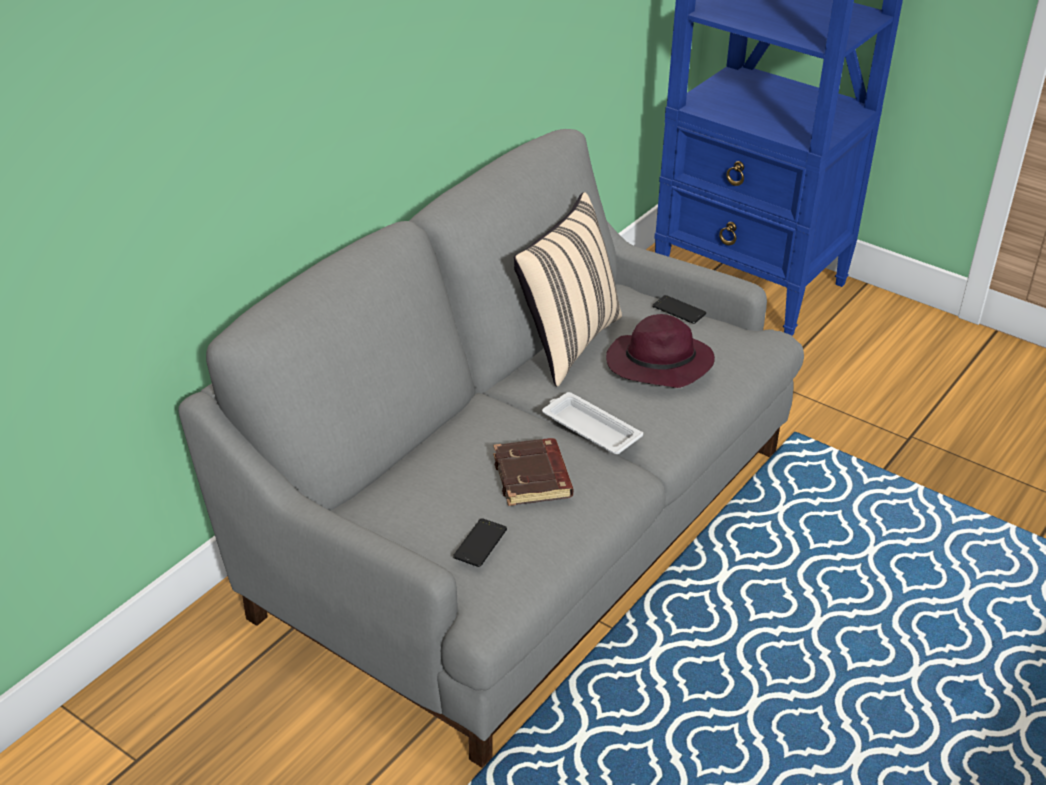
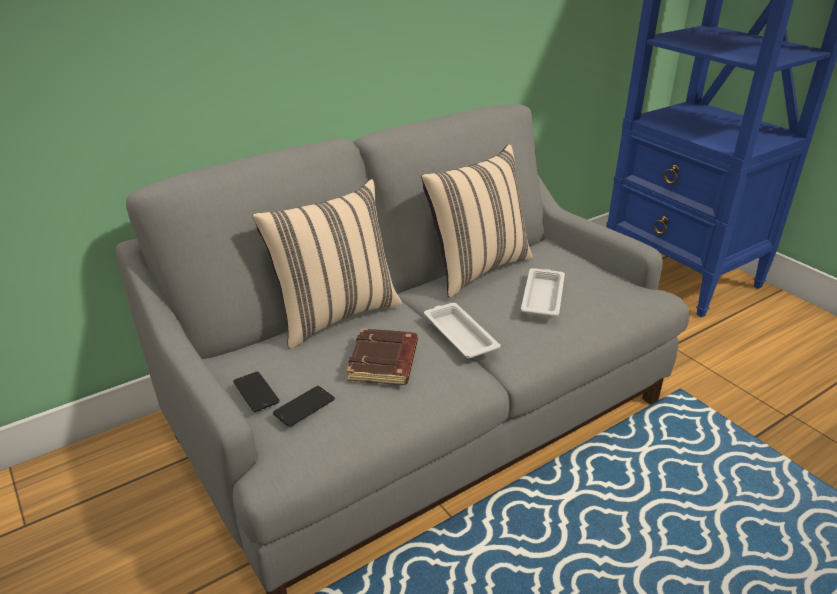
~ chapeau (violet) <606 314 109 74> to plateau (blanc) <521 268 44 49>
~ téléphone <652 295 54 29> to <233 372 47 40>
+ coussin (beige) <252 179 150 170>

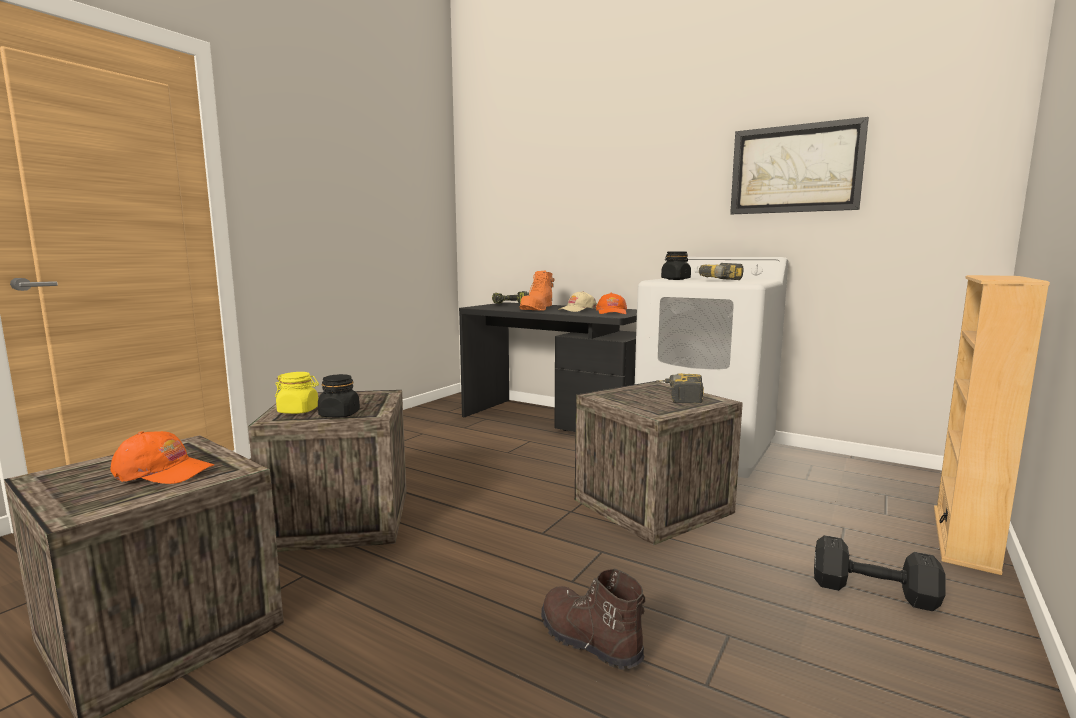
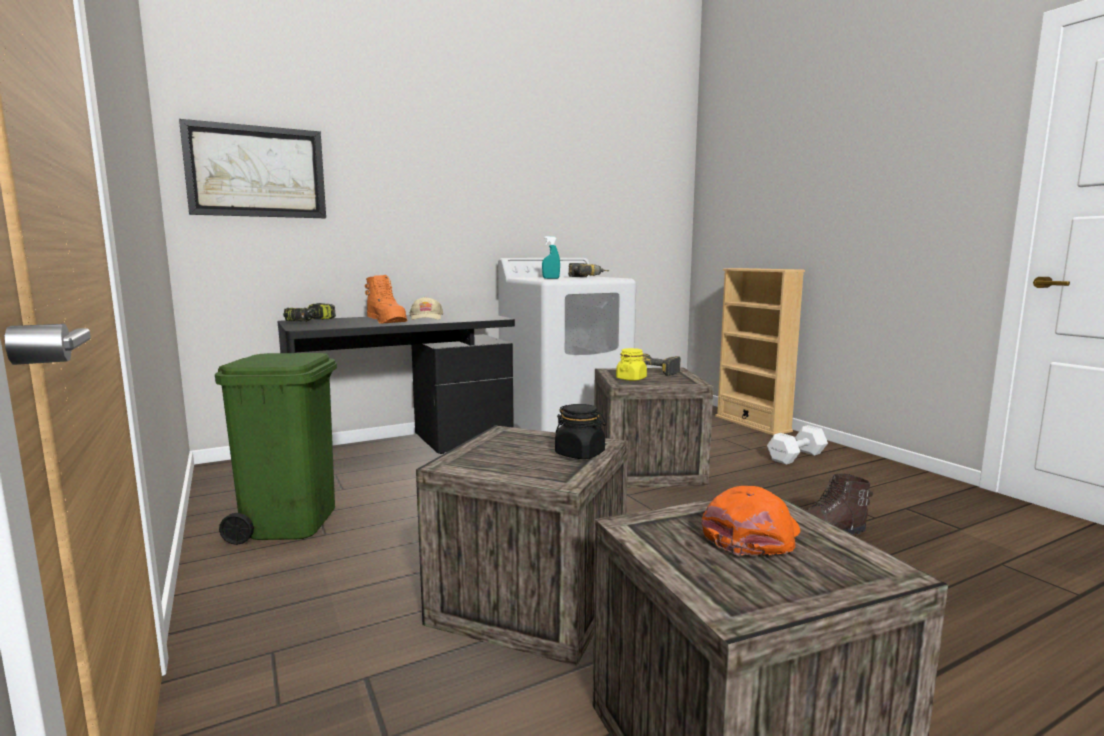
~ bocal (jaune) <275 372 44 42> to <616 348 31 33>
- casquette (orange) <596 293 31 21>
~ bocal (noir) <661 252 30 28> to vaporisateur (turquoise) <542 236 18 43>
~ tableau <730 117 139 97> to <179 119 147 99>
~ haltère (noir) <814 535 132 76> to haltère (blanc) <767 425 61 40>
+ poubelle (vert) <215 353 122 192>

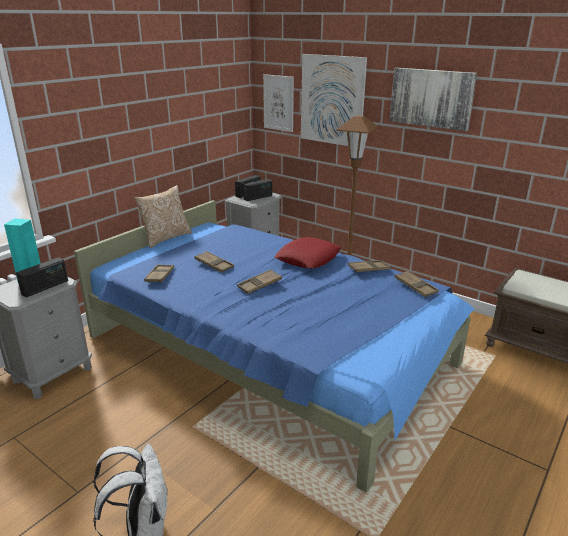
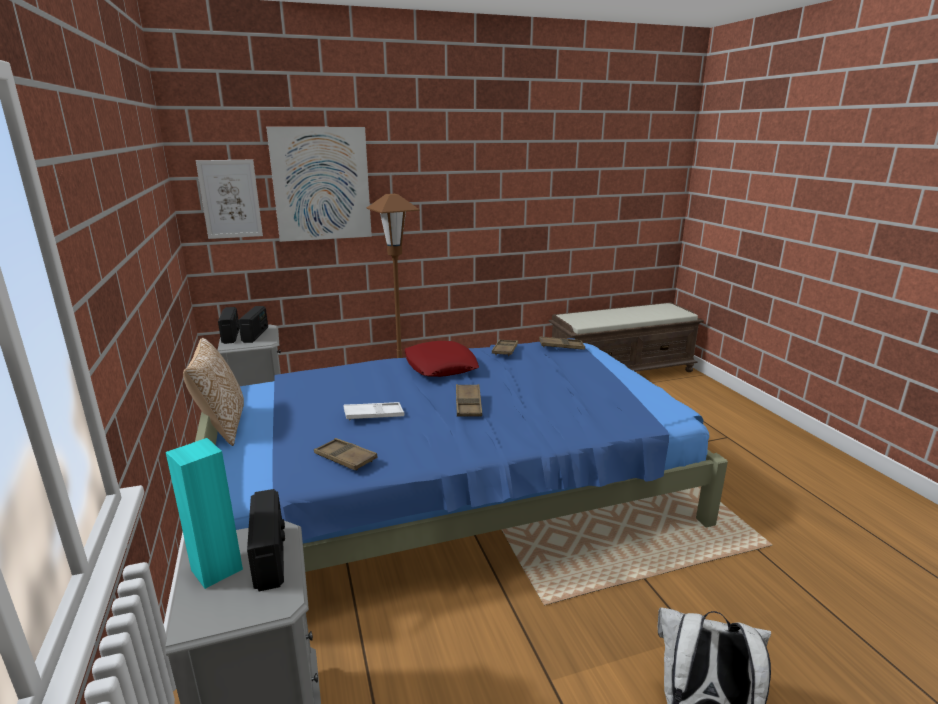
~ plateau (marron) <194 251 40 21> to plateau (blanc) <344 402 60 18>
- tableau <389 68 88 63>

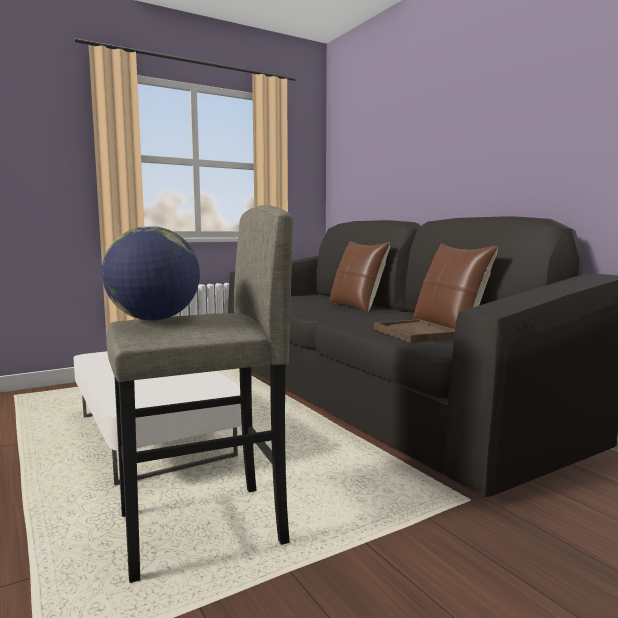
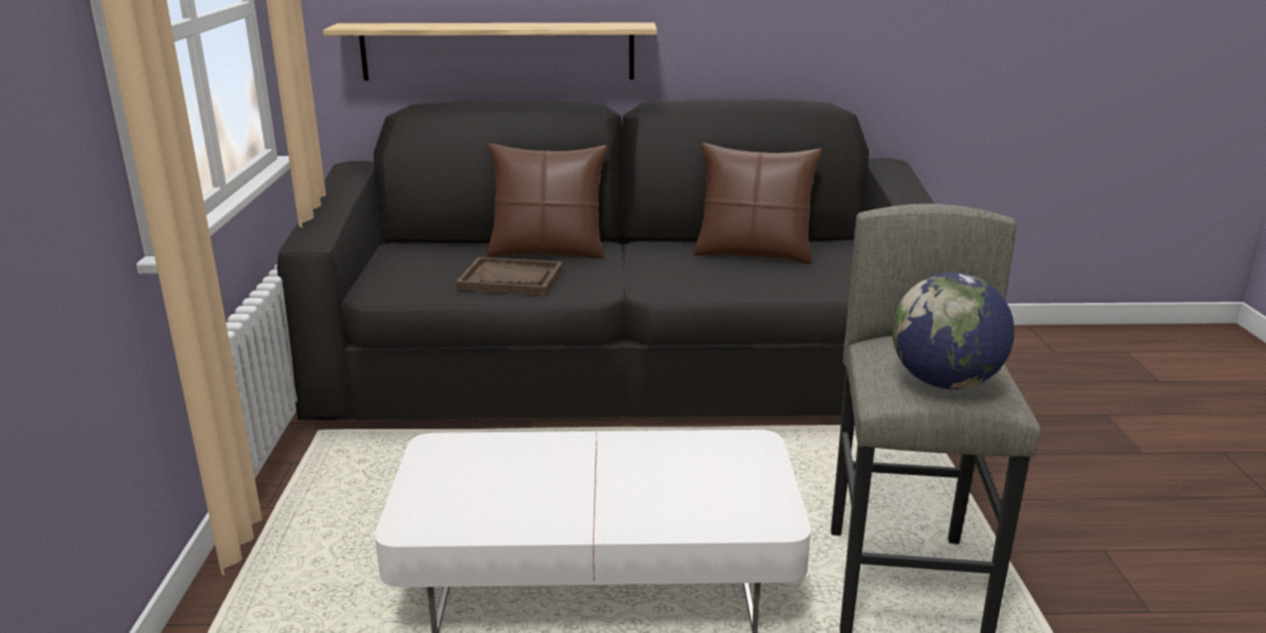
~ plateau (marron) <374 319 81 24> to <456 257 107 39>
+ étagère <323 22 334 59>

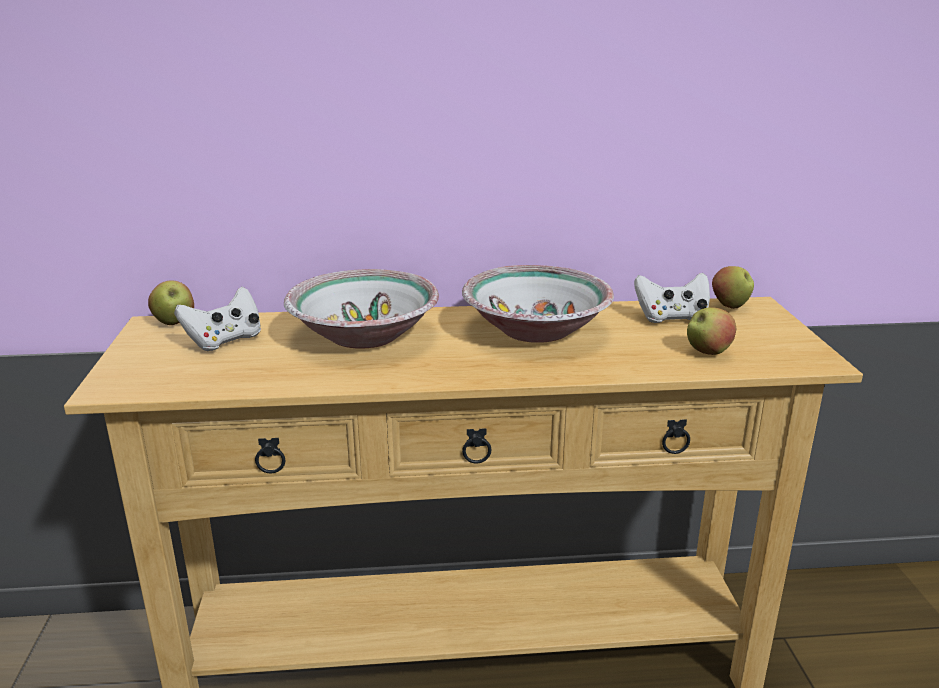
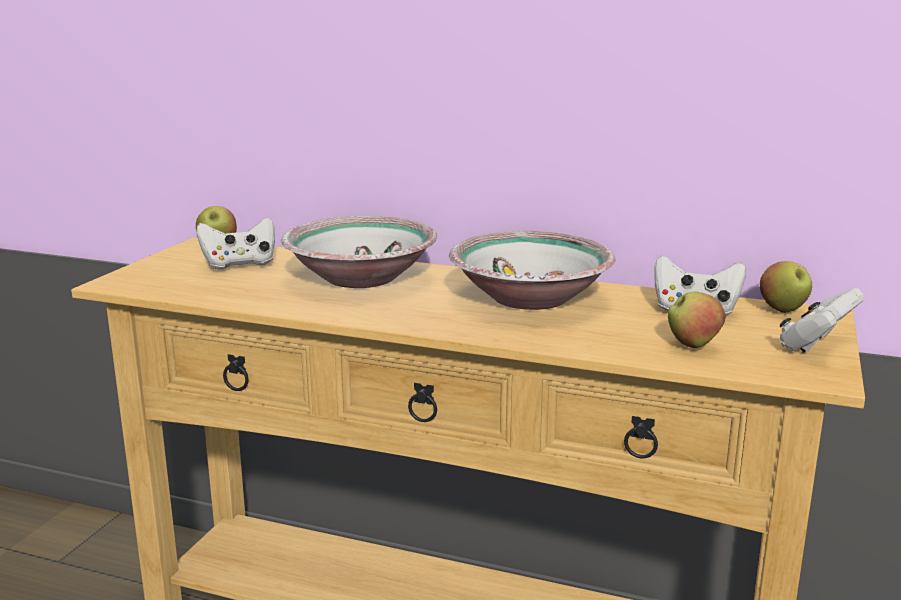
+ manette (blanc) <780 288 84 65>

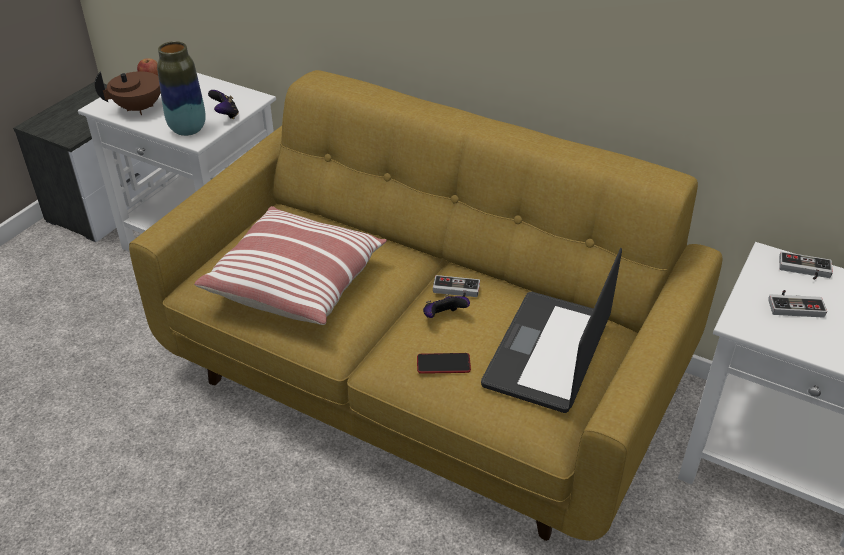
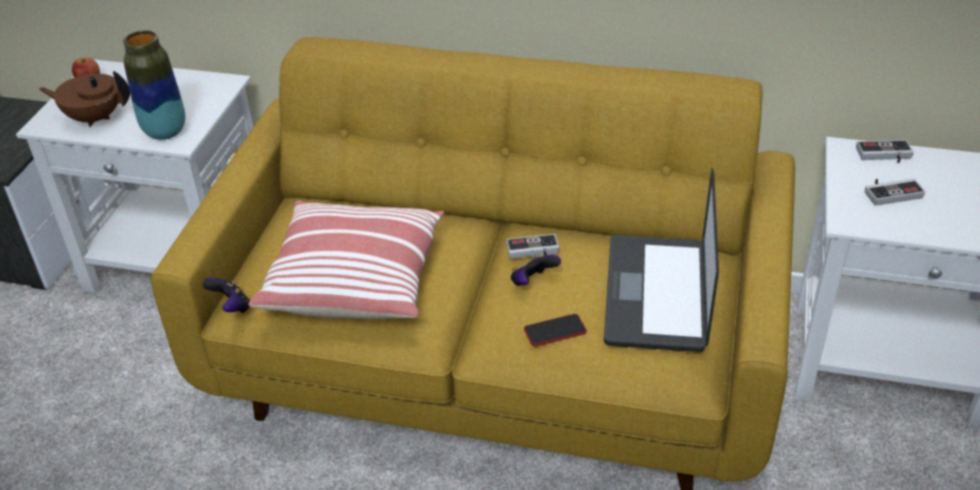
~ théière (marron) <95 71 66 44> = <39 71 91 56> 135 degrees counterclockwise
~ manette <208 90 31 29> to <203 278 47 35>

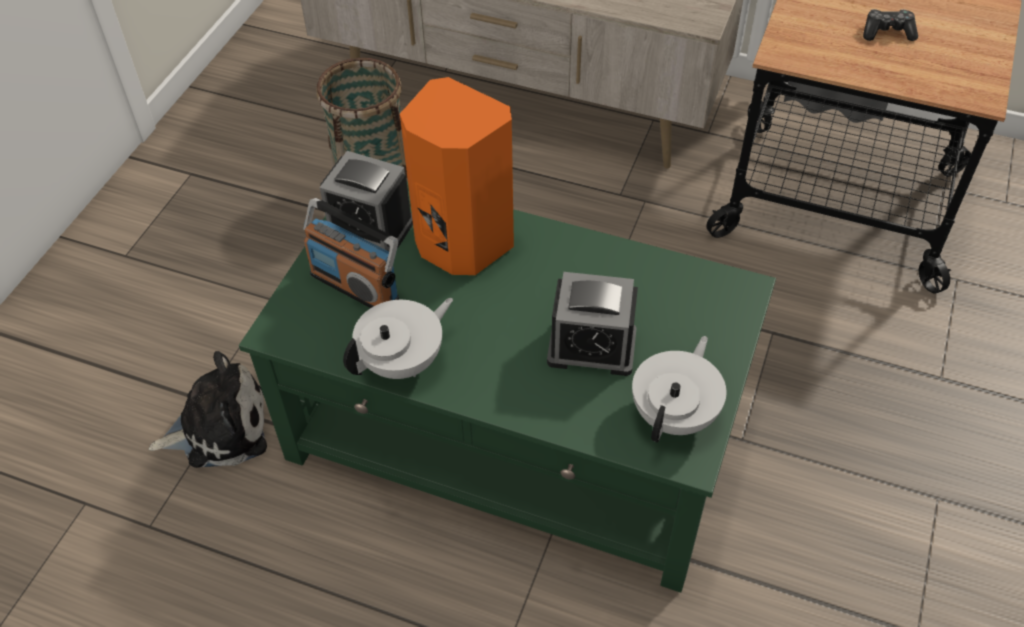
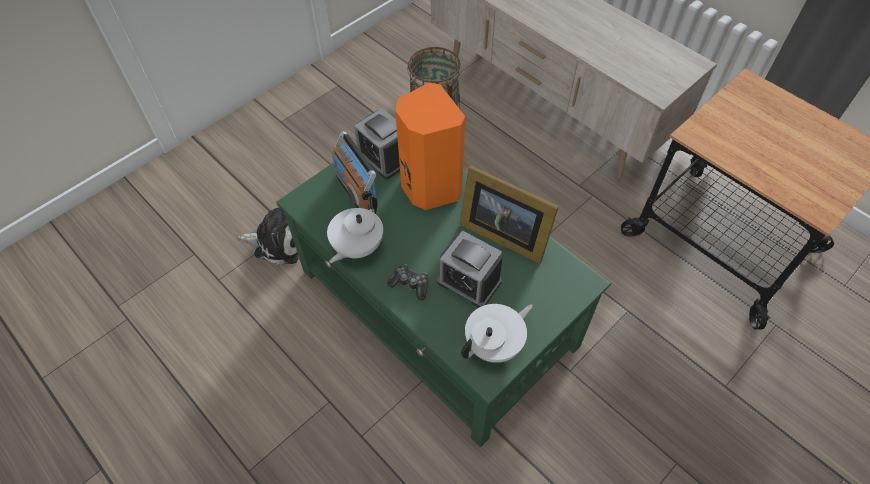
~ théière (blanc) <343 298 110 81> = <327 196 56 67> 135 degrees clockwise
~ manette <863 9 55 32> to <387 264 41 37>
+ cadre photo <460 165 99 99>

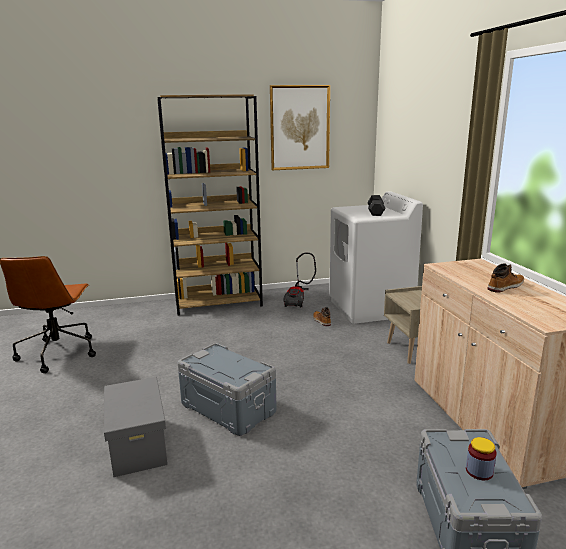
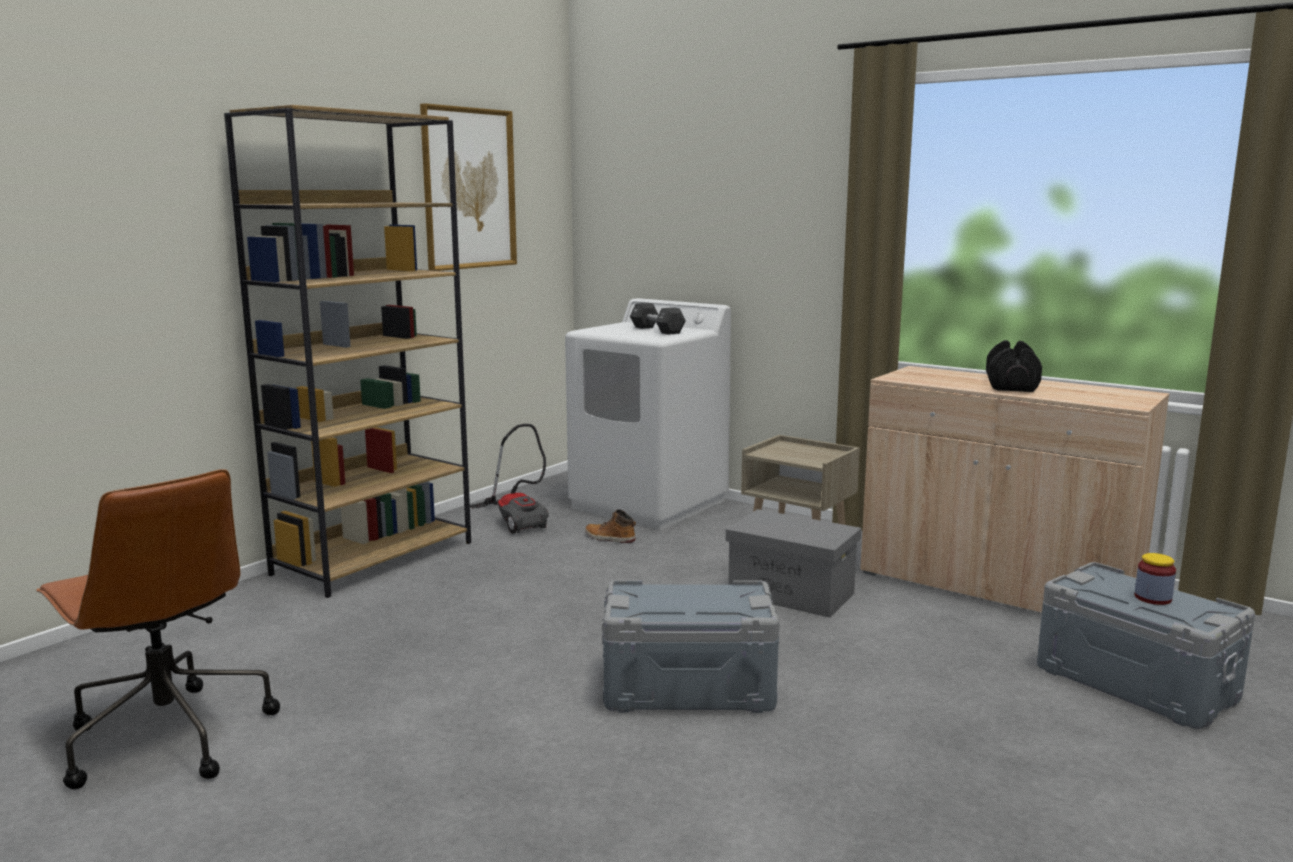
~ boîte de rangement (gris) <104 377 64 100> to <726 509 135 109>
~ botte <488 263 36 30> to haltère (noir) <986 340 56 52>

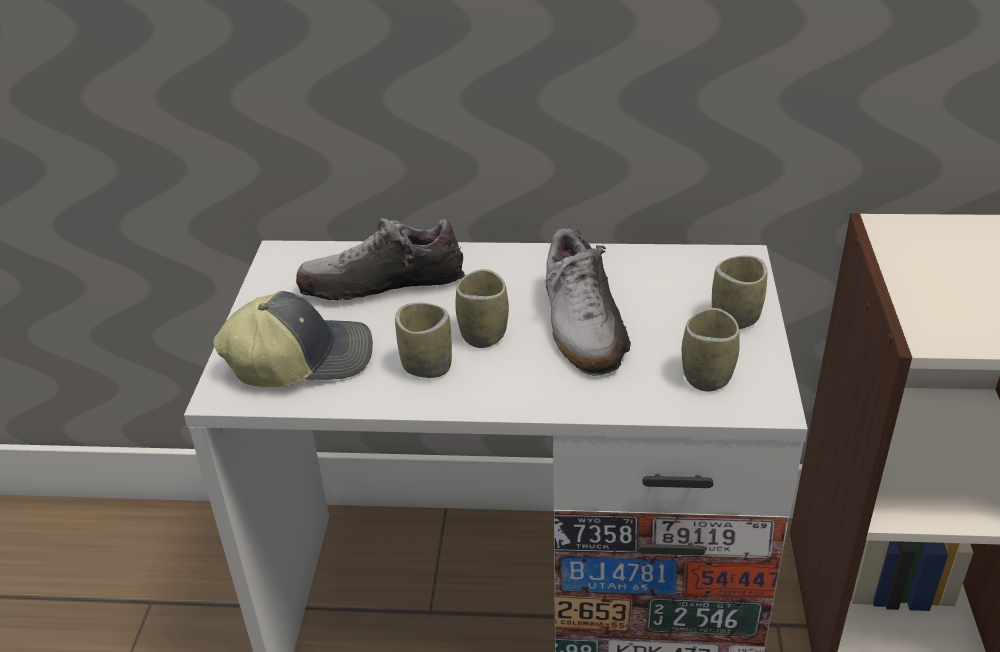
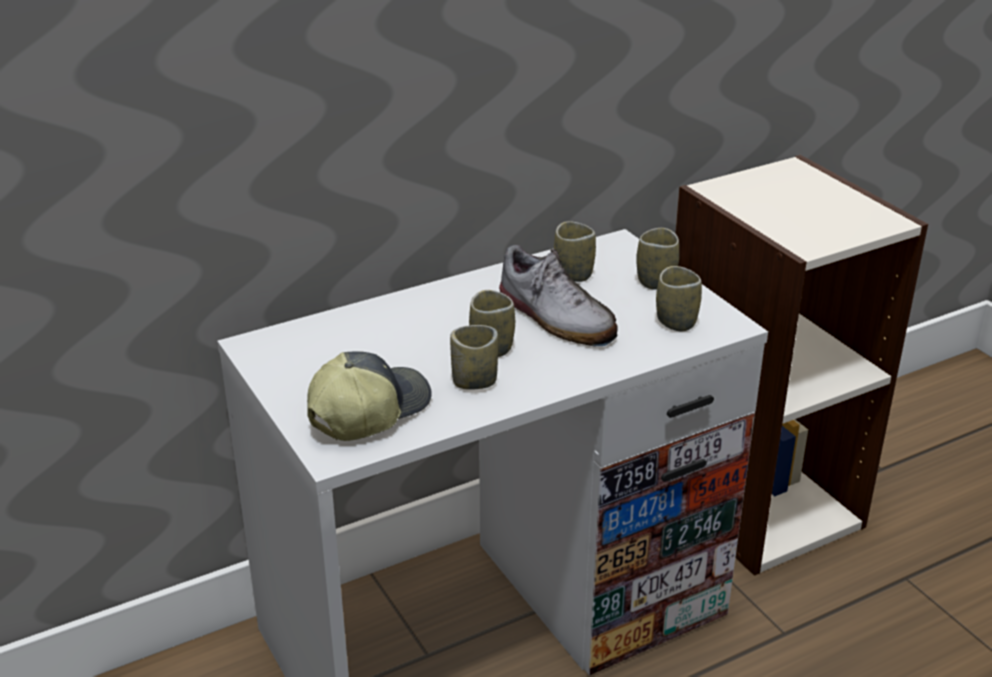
- chaussure <296 218 169 82>
+ tasse <554 221 42 61>

